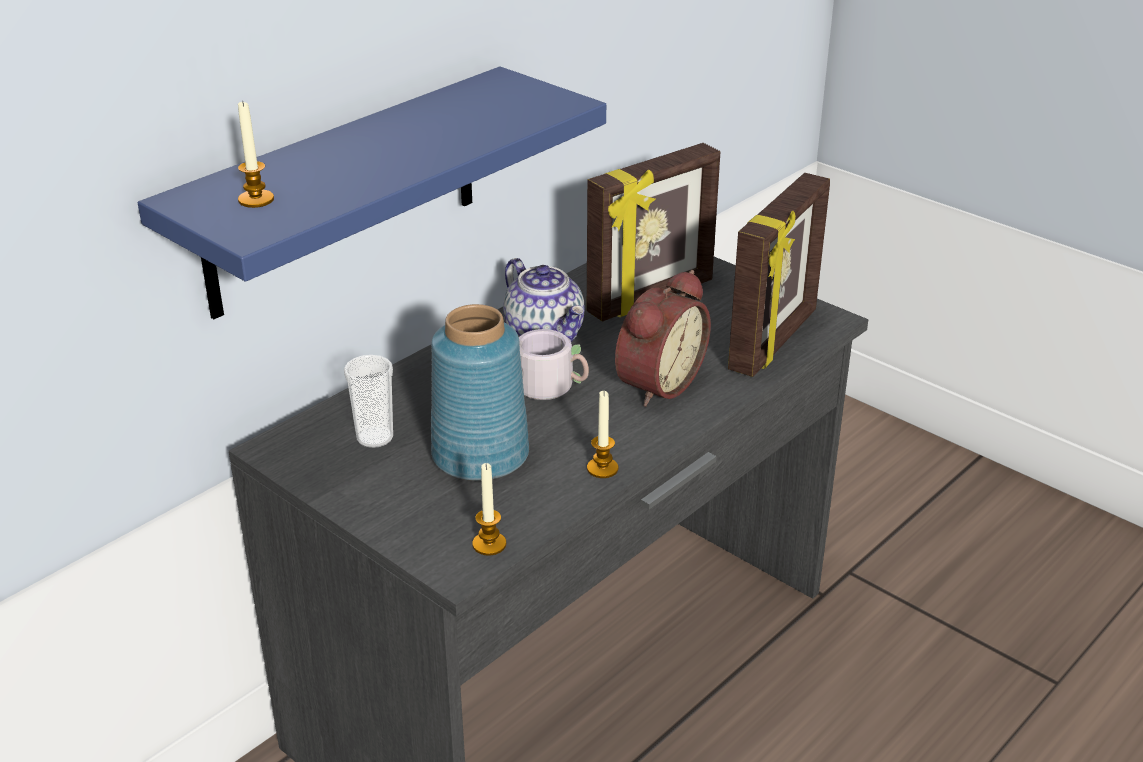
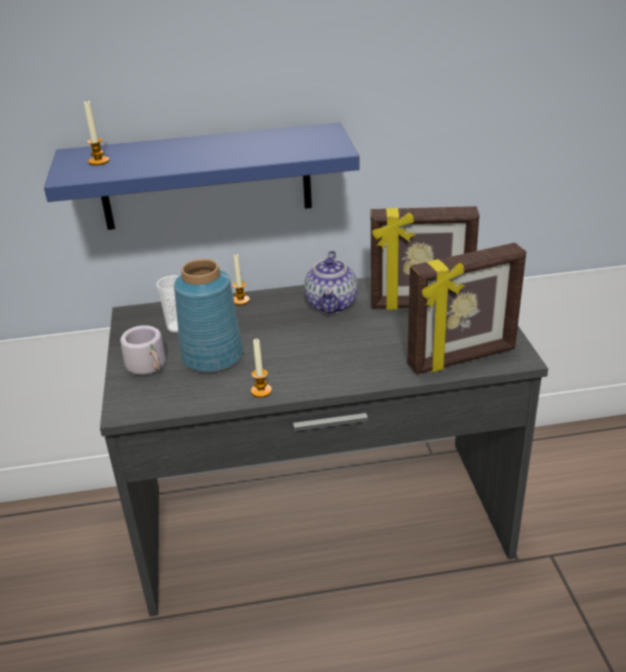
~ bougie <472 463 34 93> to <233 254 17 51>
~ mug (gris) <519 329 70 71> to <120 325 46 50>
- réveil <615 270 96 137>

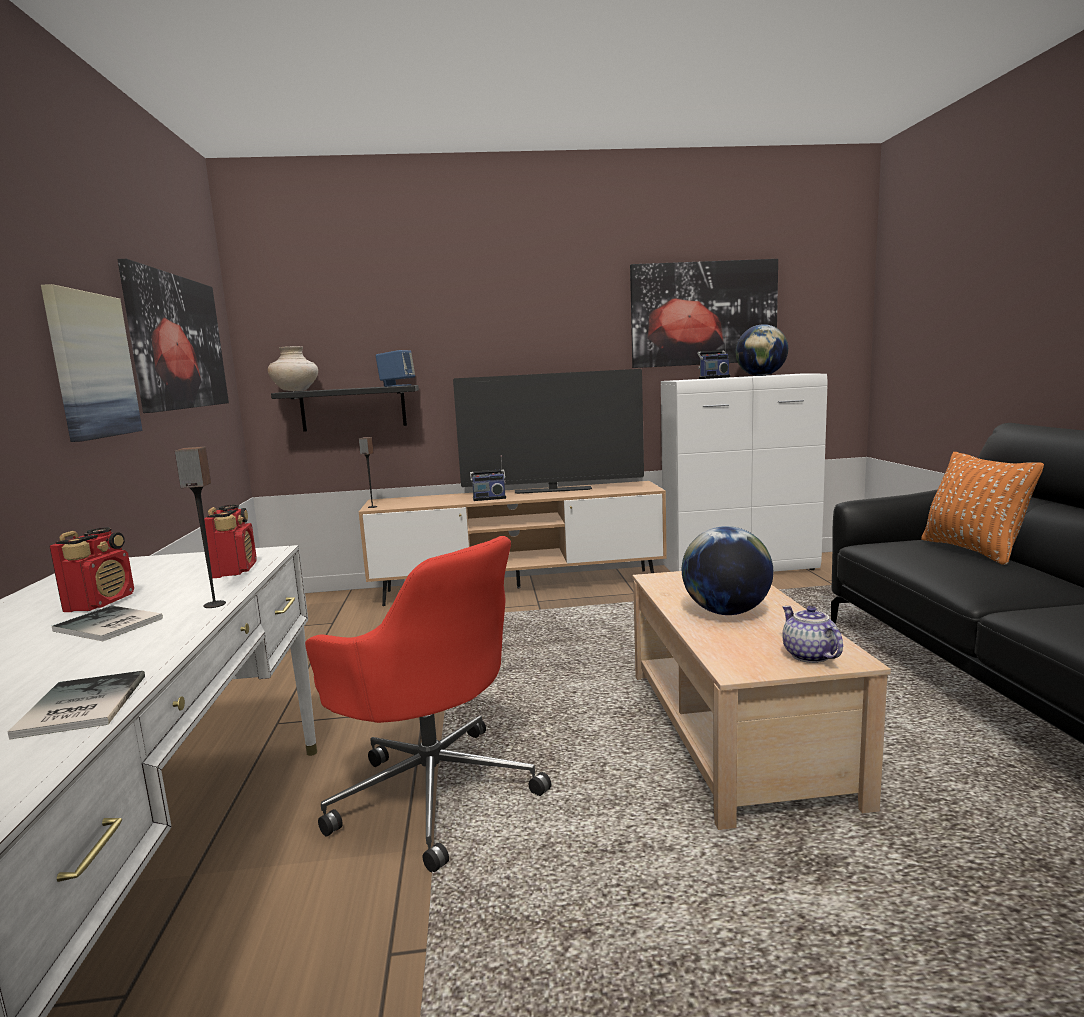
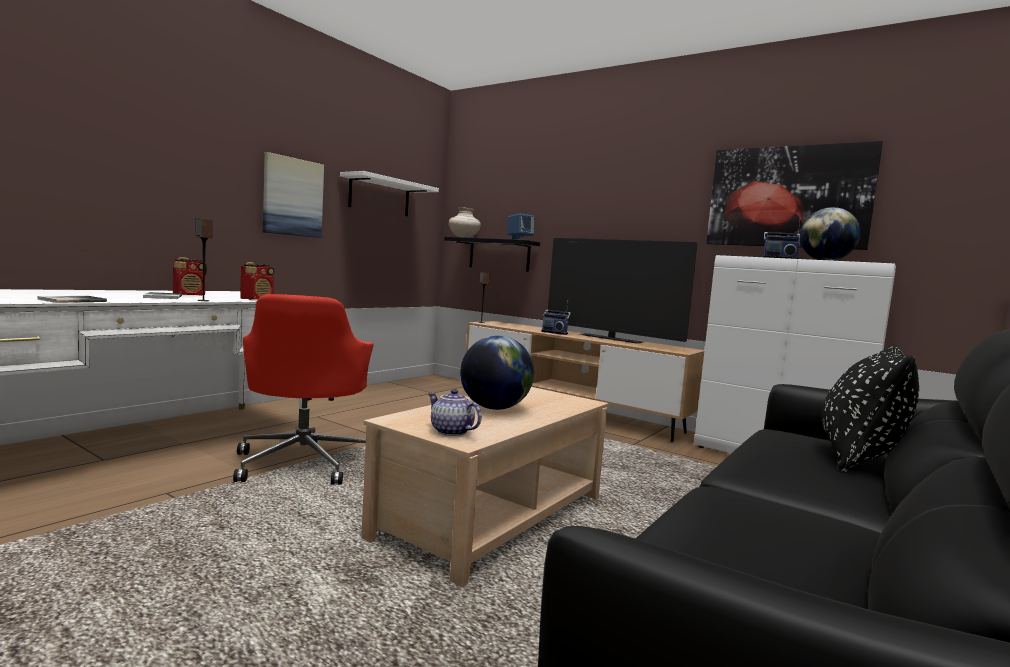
~ tableau <117 259 112 154> to étagère (blanc) <340 171 99 45>
~ théière <782 606 61 57> = <428 389 54 47> 75 degrees counterclockwise
~ coussin (orange) <921 452 123 113> to coussin (noir) <821 345 98 127>

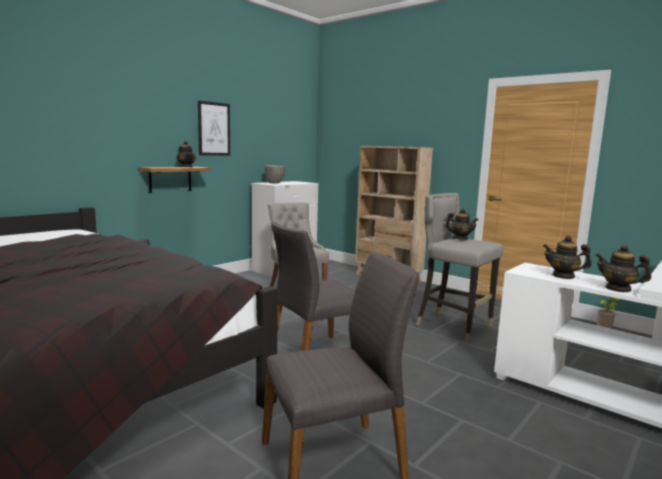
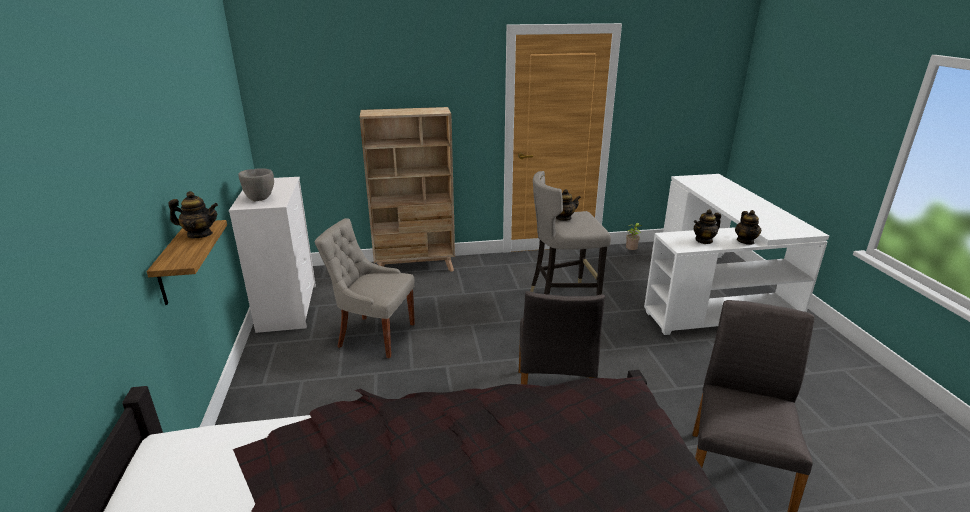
- tableau <198 100 32 56>
~ théière <596 245 55 47> = <735 210 27 35> 75 degrees counterclockwise

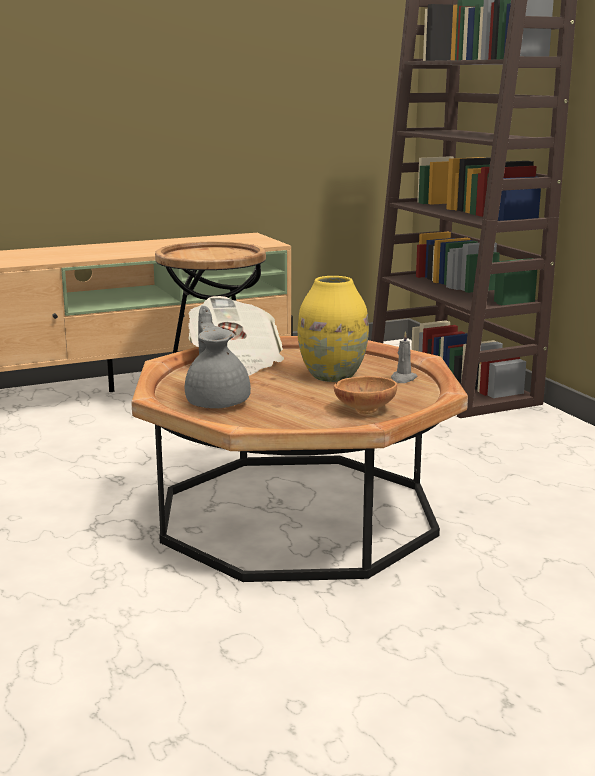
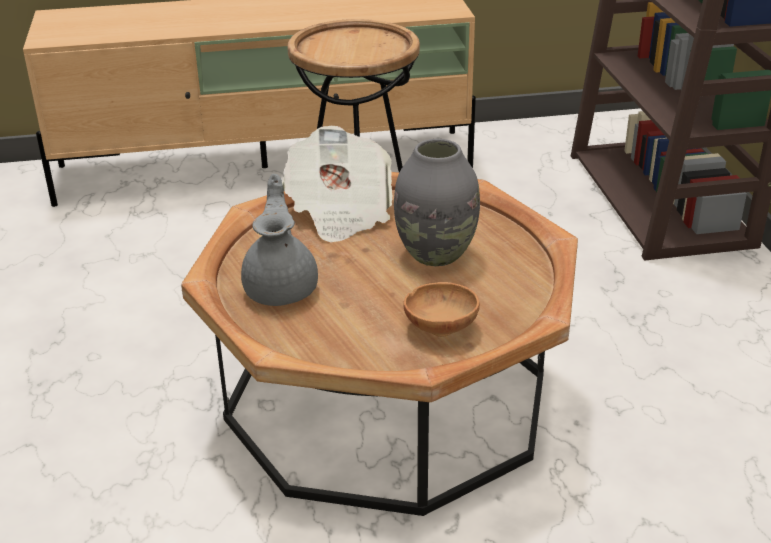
~ vase (jaune) <298 276 71 106> to vase (gris) <394 139 86 128>
- bougie (gris) <391 331 26 52>

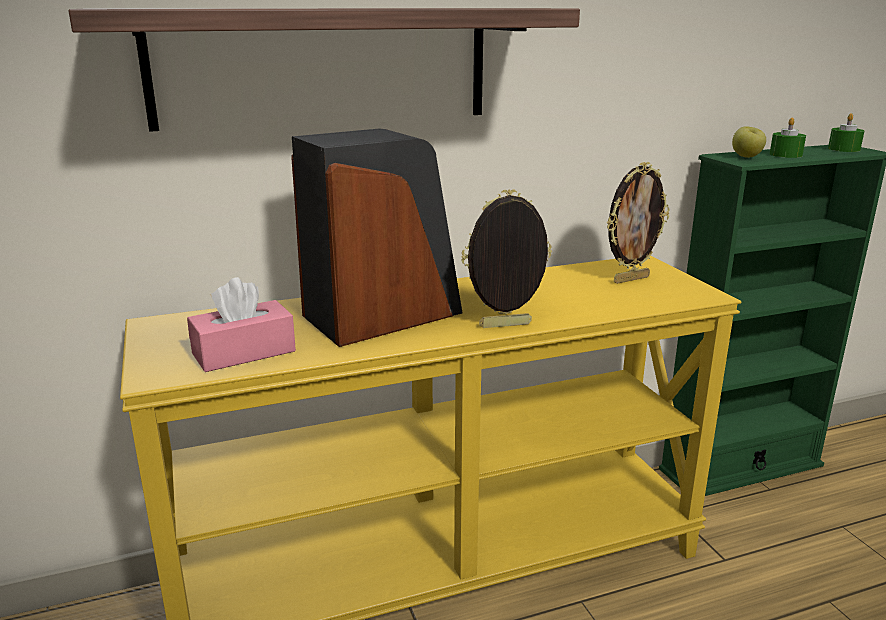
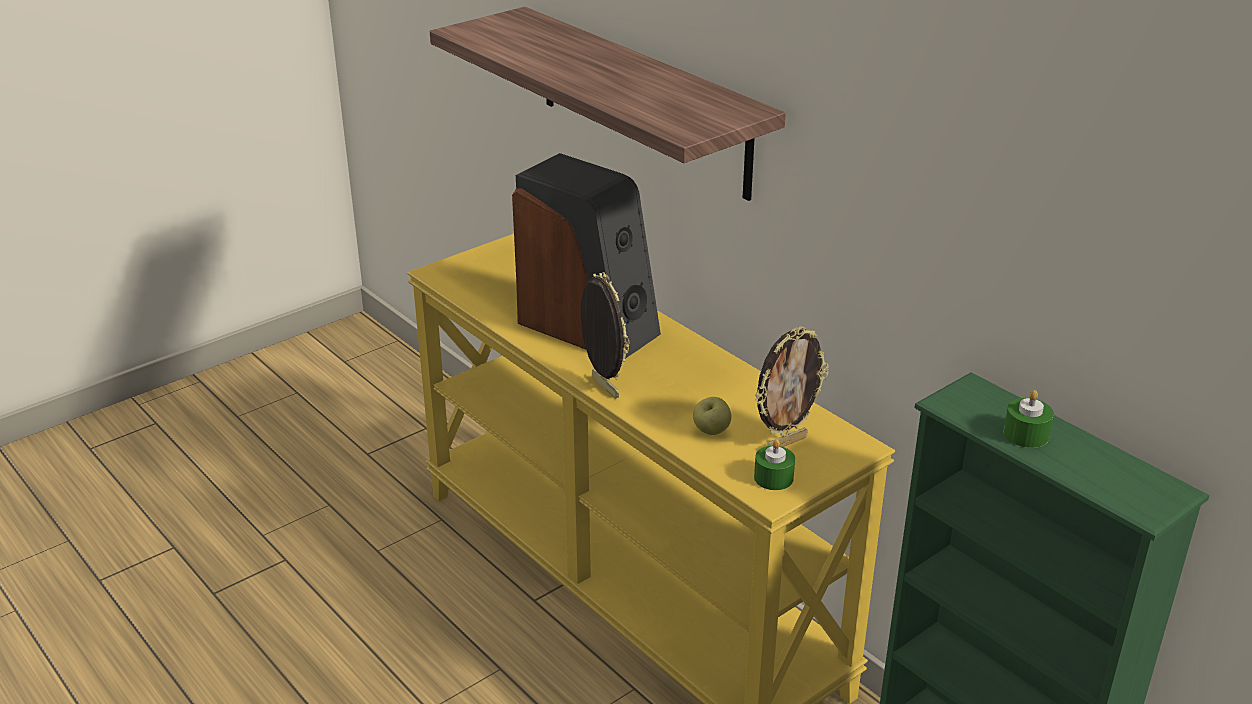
- boîte à mouchoirs (rose) <187 277 109 95>
~ cadre photo <607 162 63 122> = <755 326 74 121> 75 degrees counterclockwise
~ pomme <732 126 34 32> to <693 397 38 38>
~ bougie (vert) <828 113 36 39> to <754 439 41 51>

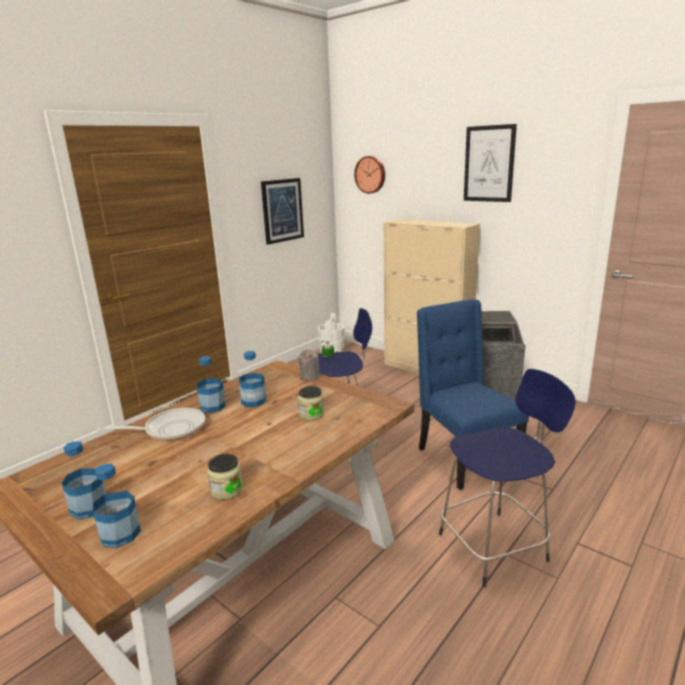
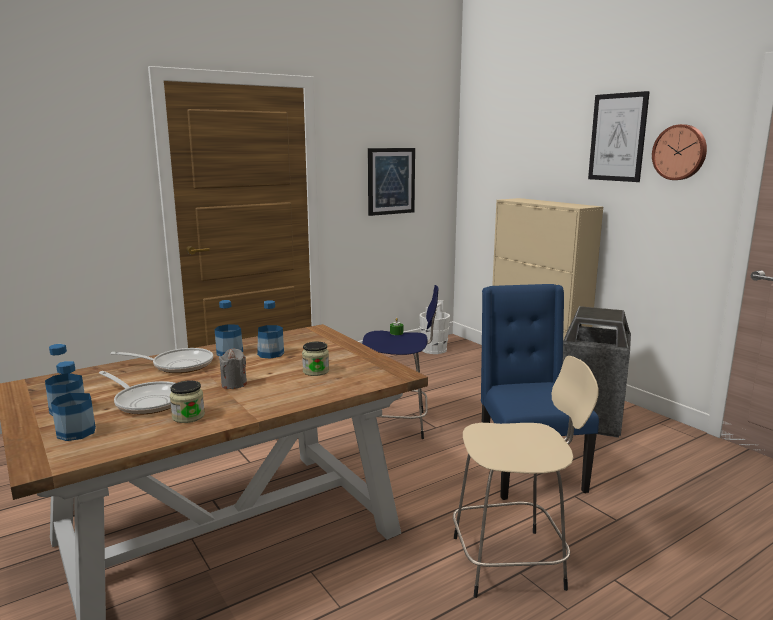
~ bougie (gris) <298 350 22 31> to <219 348 28 41>
~ horloge murale <354 156 31 38> to <652 124 55 56>
~ tabouret (bleu) <439 369 137 218> to tabouret (beige) <453 356 145 242>
+ poêle <99 371 76 44>

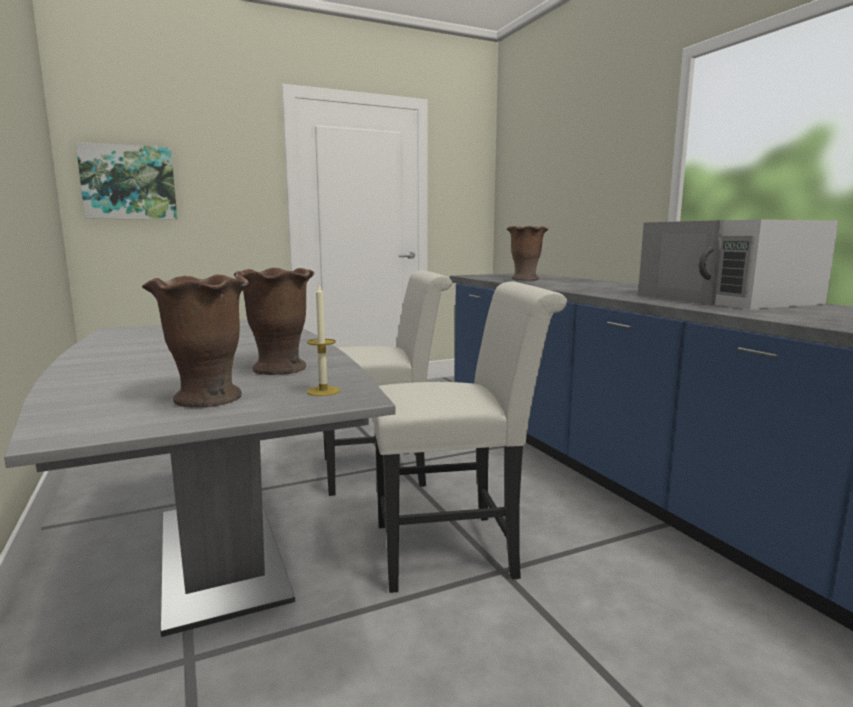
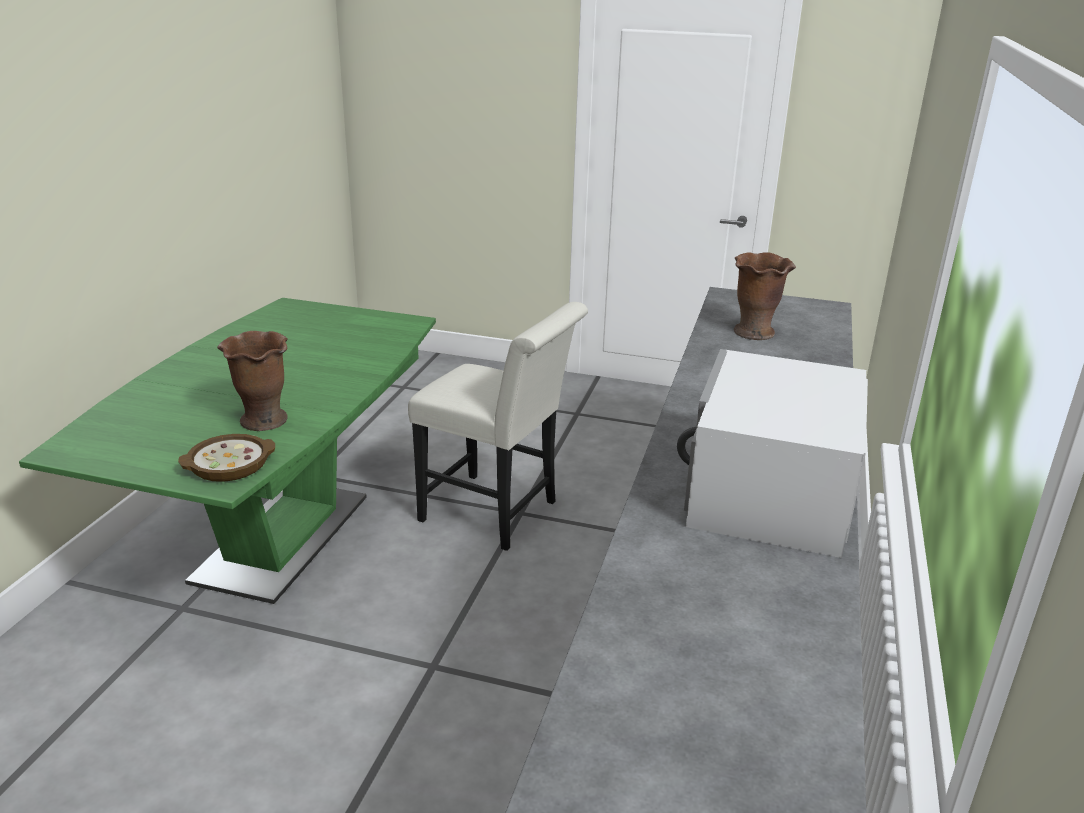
~ table à manger (gris) <4 320 392 317> to table à manger (vert) <19 298 417 306>
- tableau <76 142 101 78>
- vase (marron) <142 274 107 134>
~ bougie <307 285 33 111> to bol <178 434 97 48>
- chaise (blanc) <372 282 195 311>

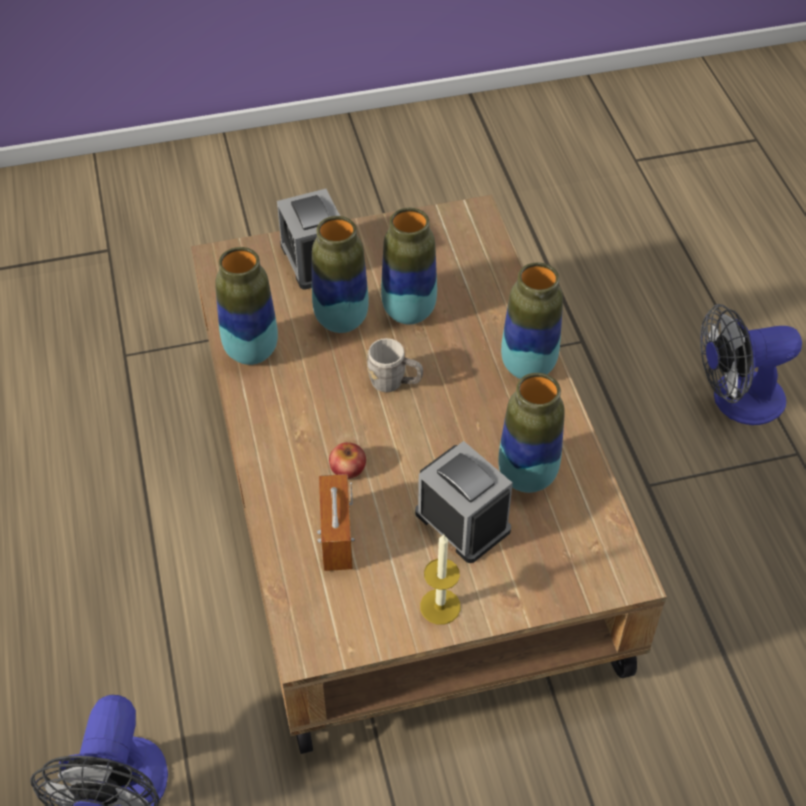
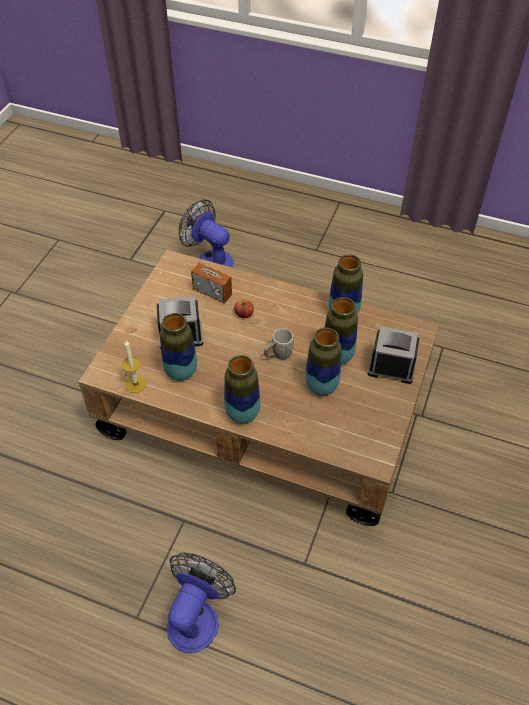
~ bougie <420 533 41 92> to <122 341 24 52>

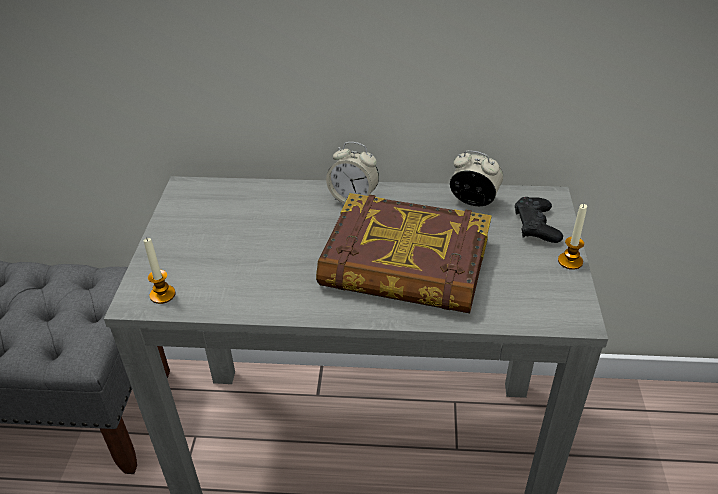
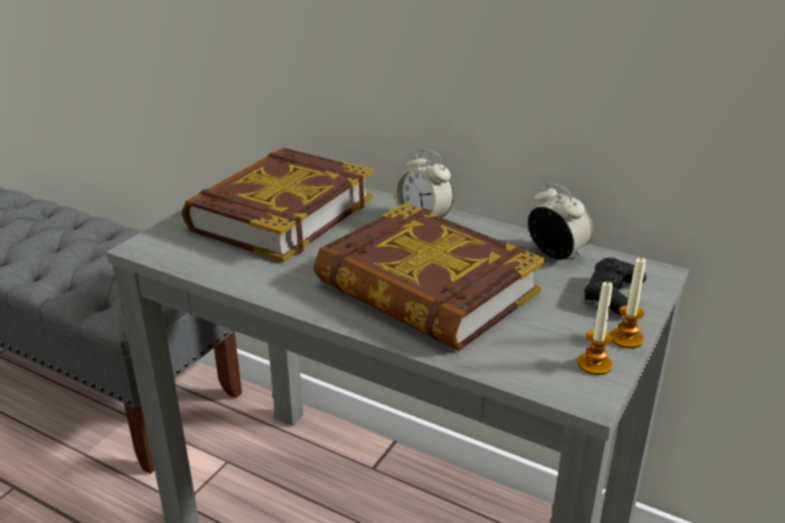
~ bougie <144 237 31 67> to <578 281 35 94>
+ livre <182 148 191 115>

